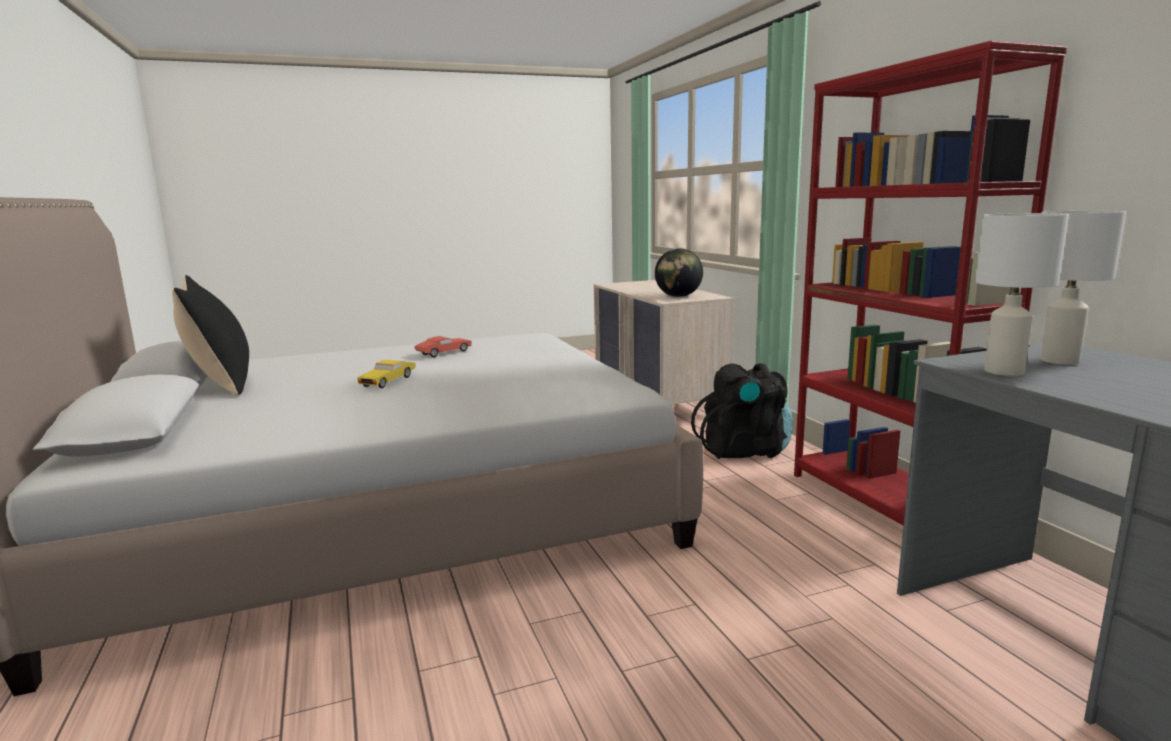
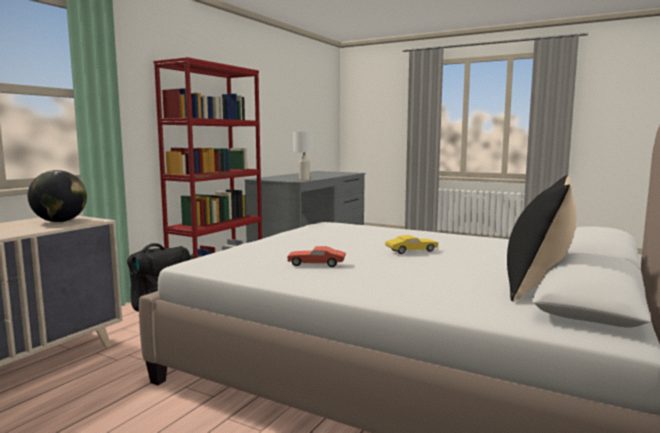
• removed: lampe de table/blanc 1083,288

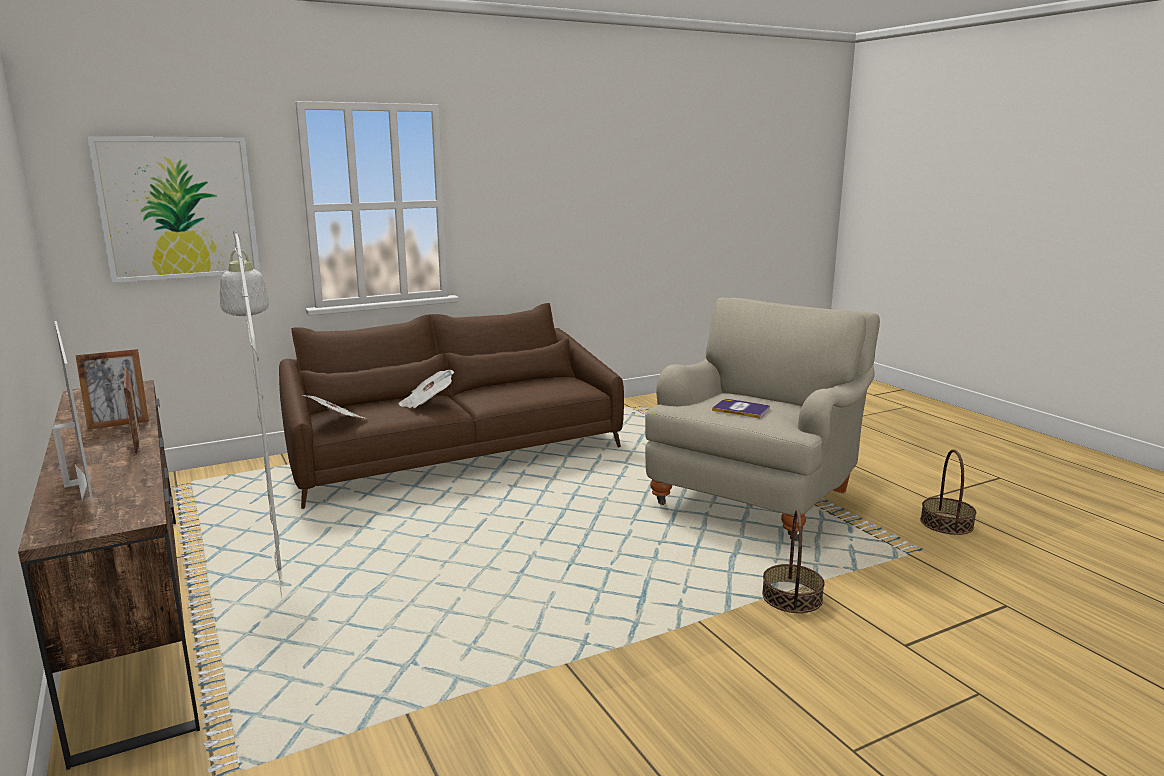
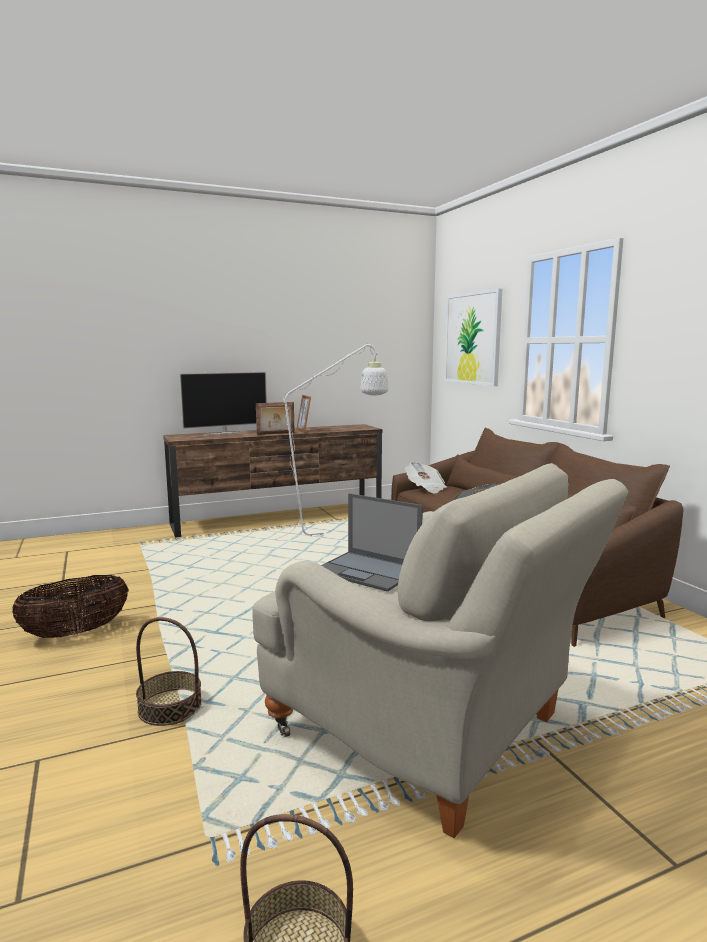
• added: panier 70,606
• replaced: livre 741,408 to ordinateur portable 372,542

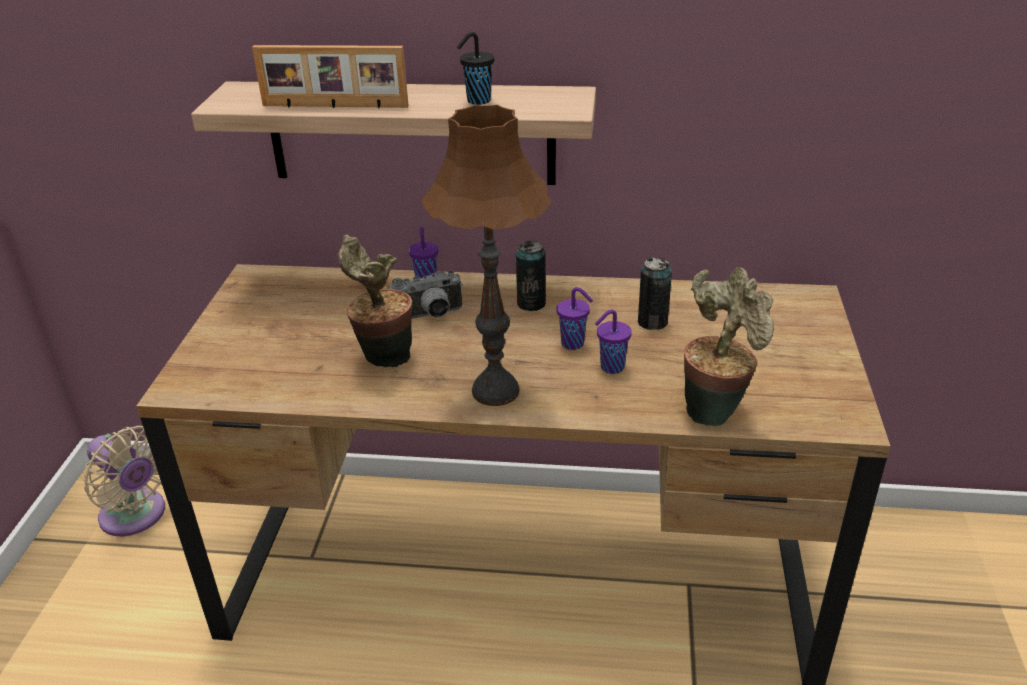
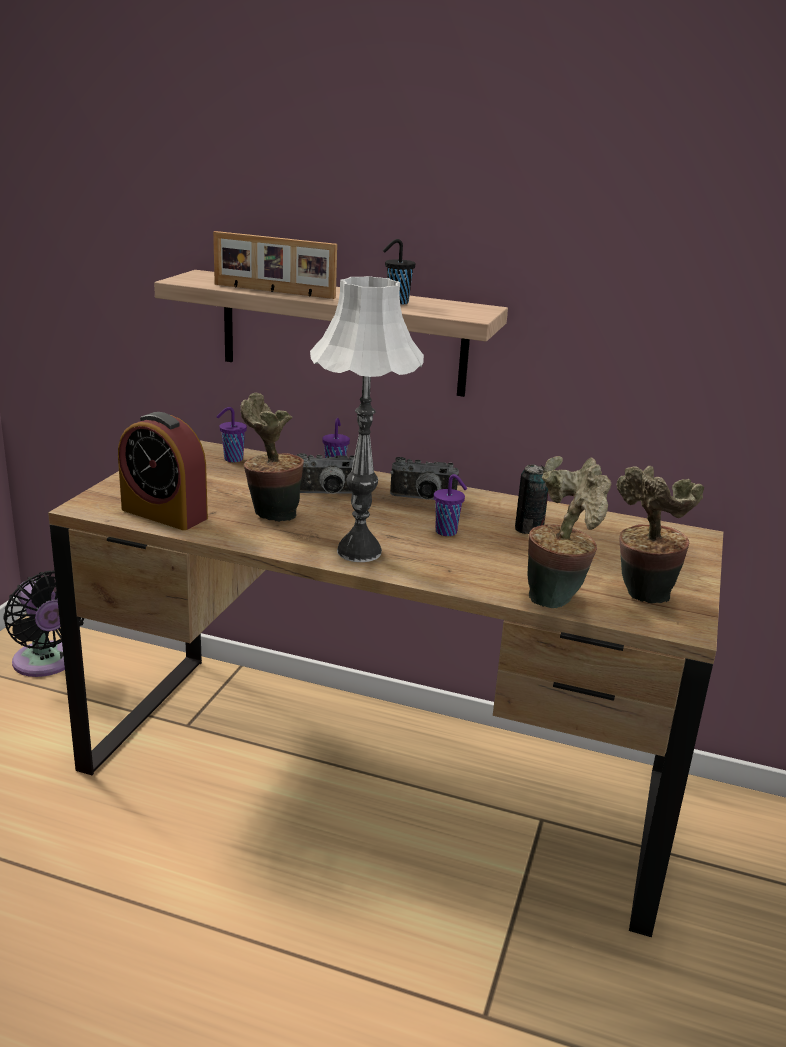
• recoloured: ventilateur/beige 124,480 to ventilateur/noir 44,624
• added: réveil 163,471
• moved: tasse/violet 613,341 to 231,434
• recoloured: lampe de table/marron 486,255 to lampe de table/blanc 367,419
• replaced: boîte métallique 531,276 to appareil photo 424,478
• added: plante en pot 660,535

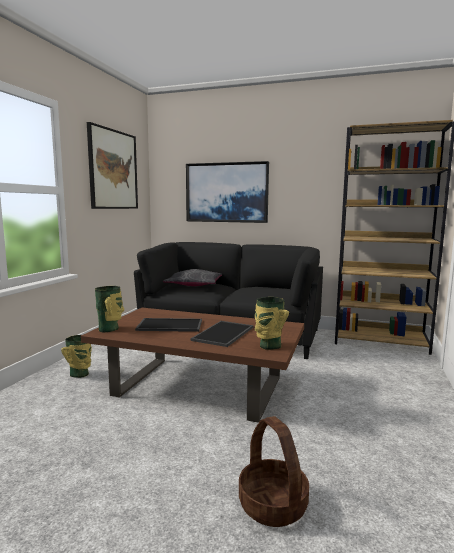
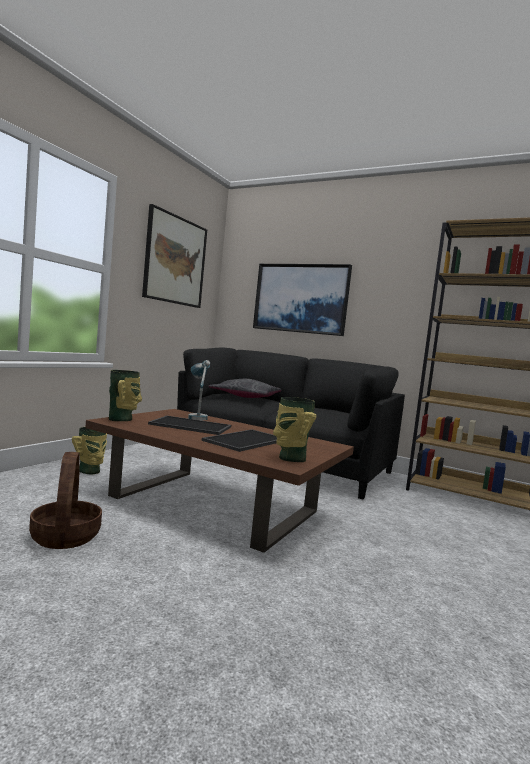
• moved: panier 274,471 to 65,500
• added: lampe de table 199,390

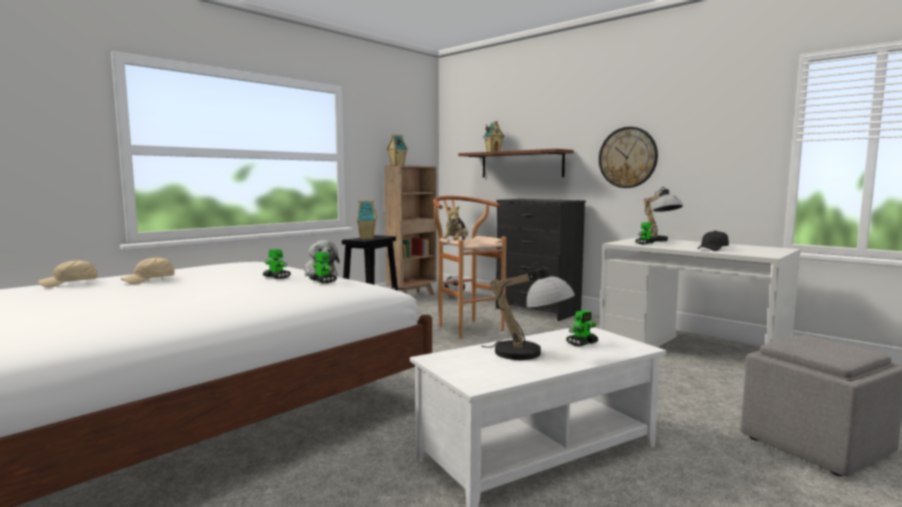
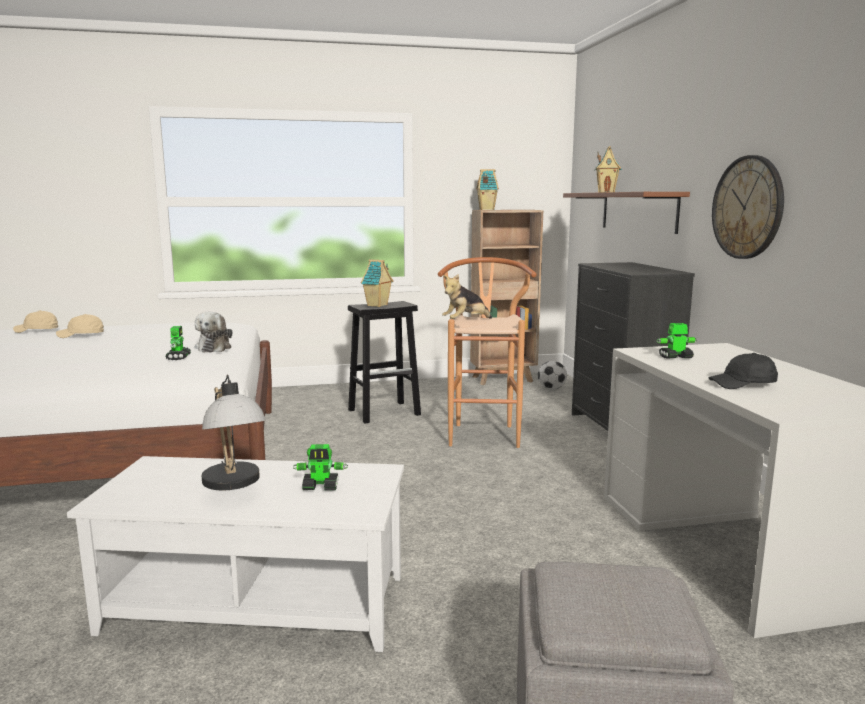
• removed: robot jouet 277,264
• removed: lampe de table 661,214

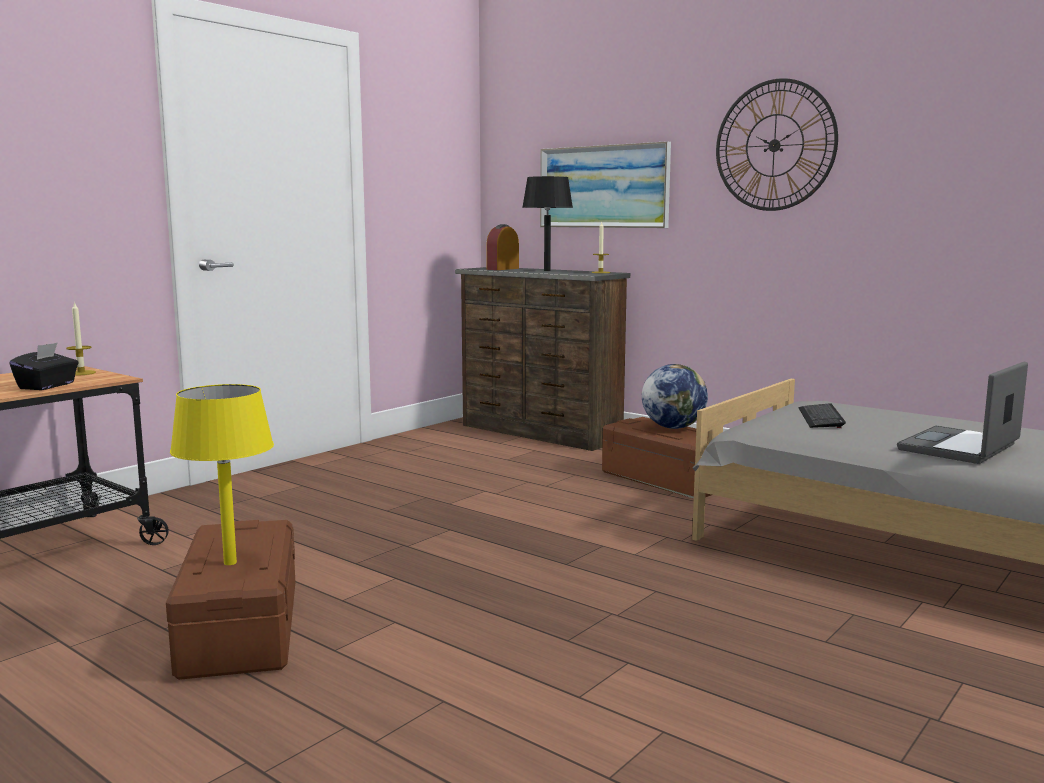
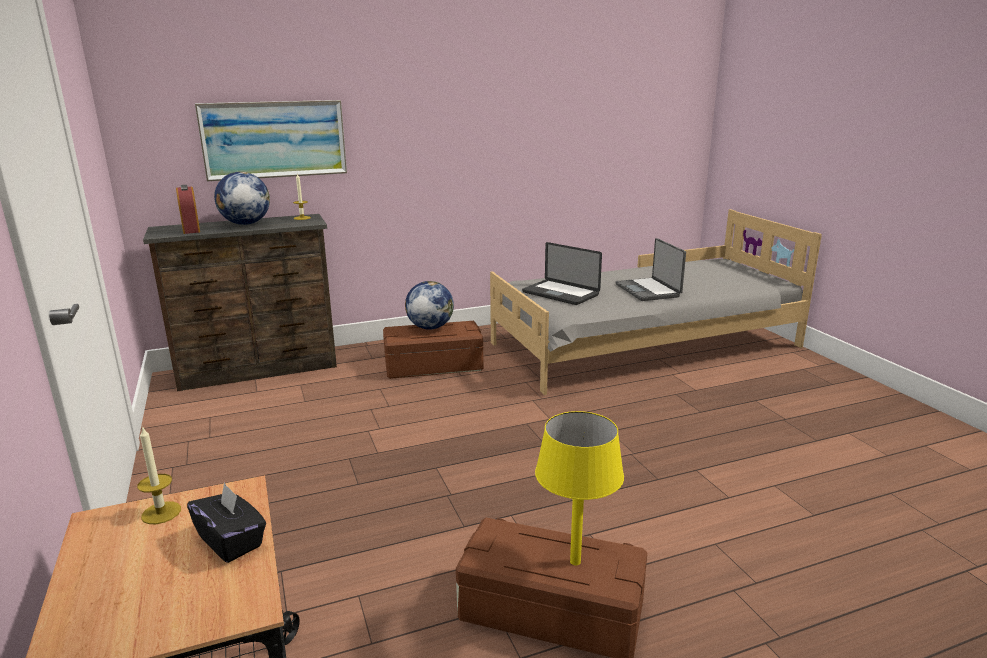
• replaced: lampe de table/noir 547,223 to globe 242,198
• replaced: clavier 822,415 to ordinateur portable 562,273
• removed: horloge murale 777,144

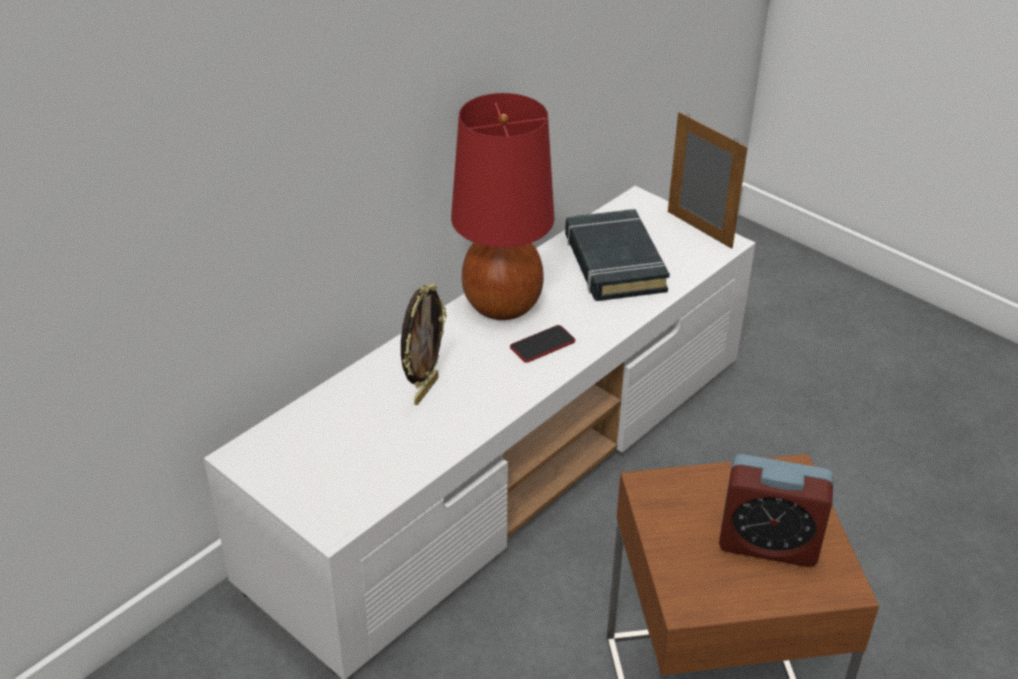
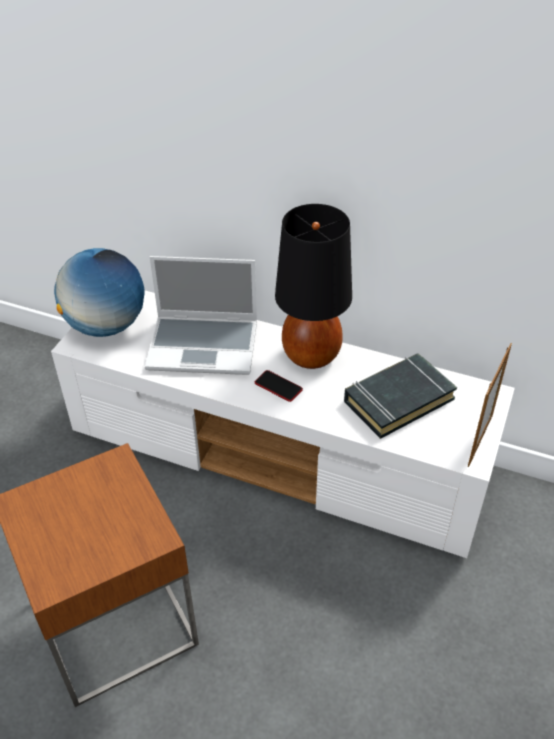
• added: globe 99,292
• replaced: cadre photo 424,344 to ordinateur portable 201,315
• recoloured: lampe de table/rouge 502,206 to lampe de table/noir 313,286
• removed: réveil 776,510

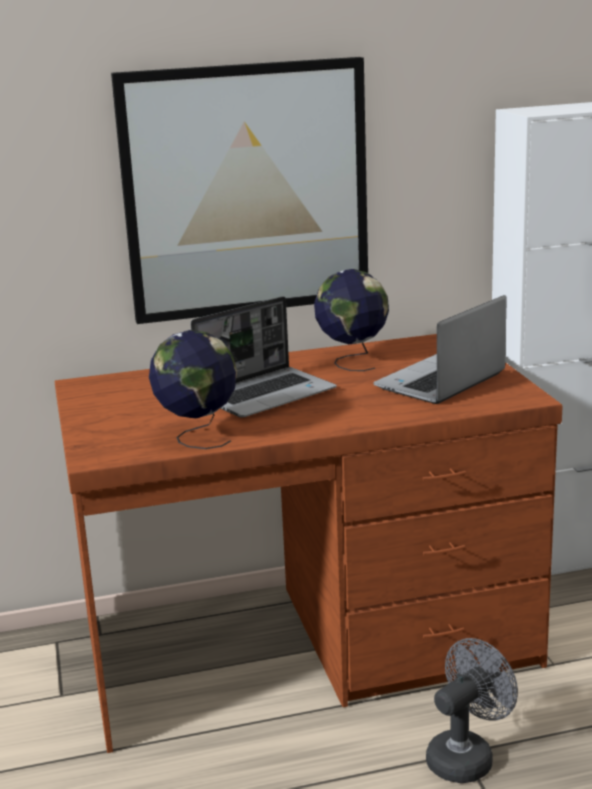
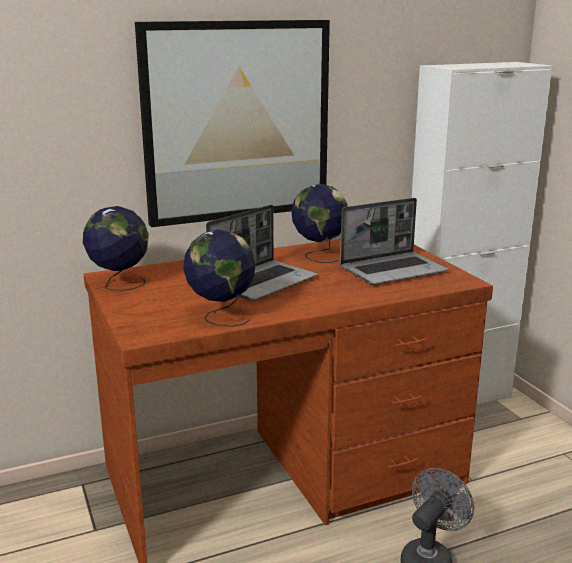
• added: globe 116,248
• turned: ordinateur portable 440,349 = 394,241 150 degrees counterclockwise

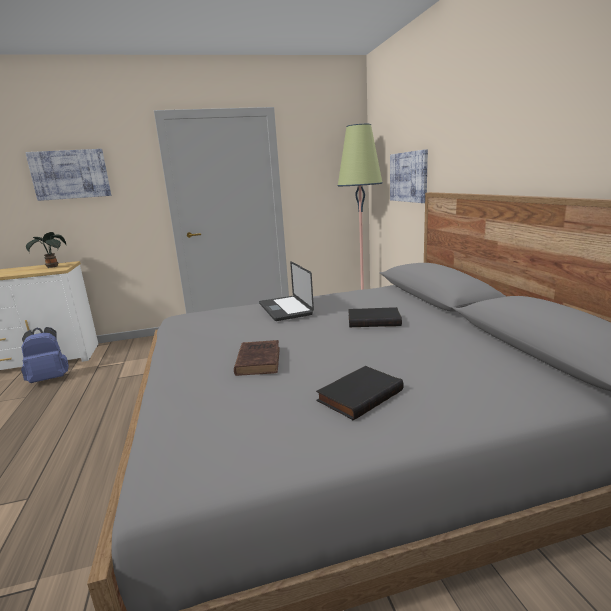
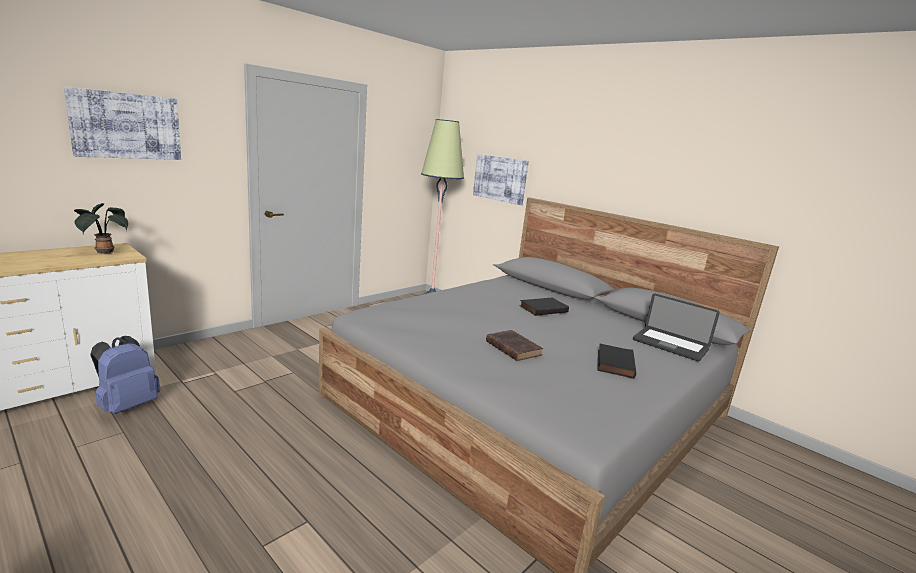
• moved: ordinateur portable 286,291 to 676,327

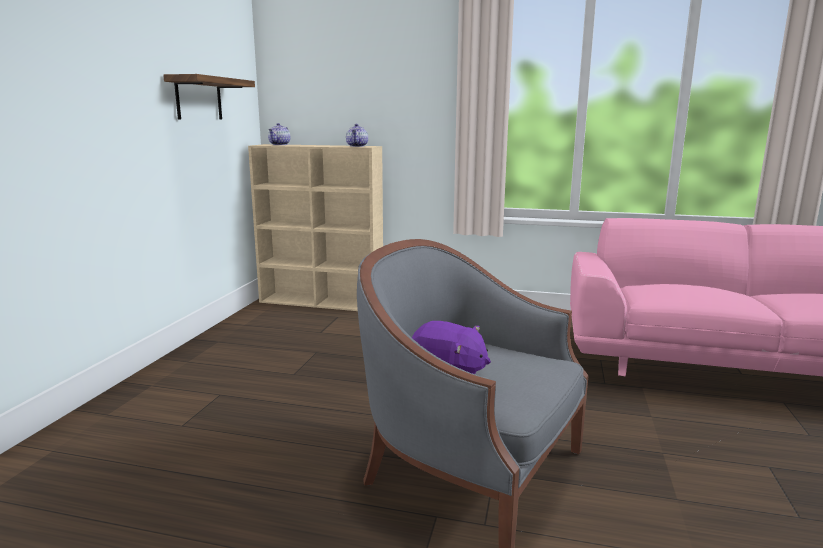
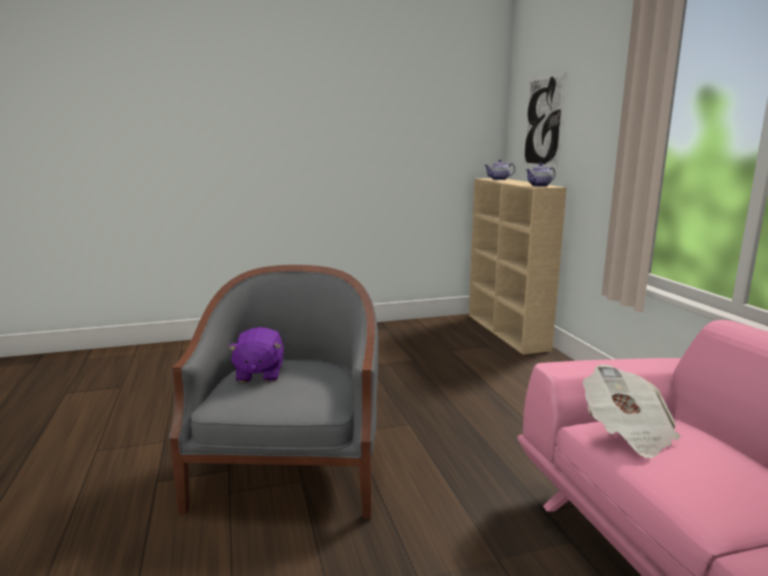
• added: tableau 544,119
• added: journal 631,411
• removed: étagère 209,97

